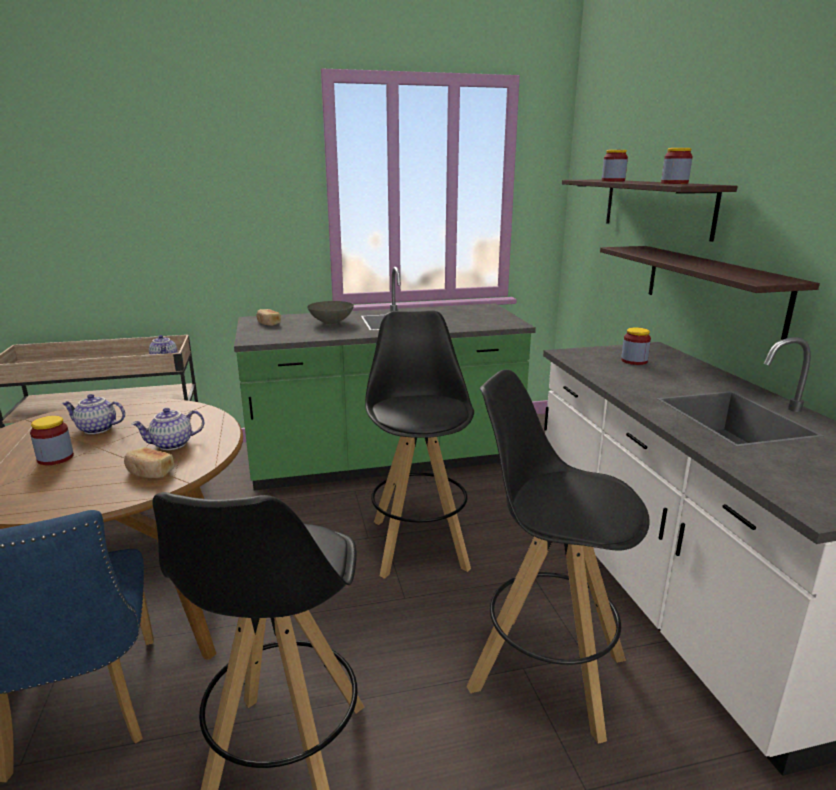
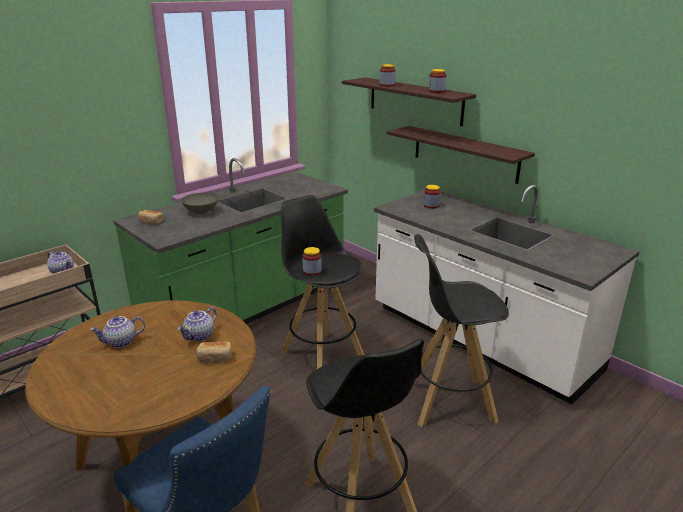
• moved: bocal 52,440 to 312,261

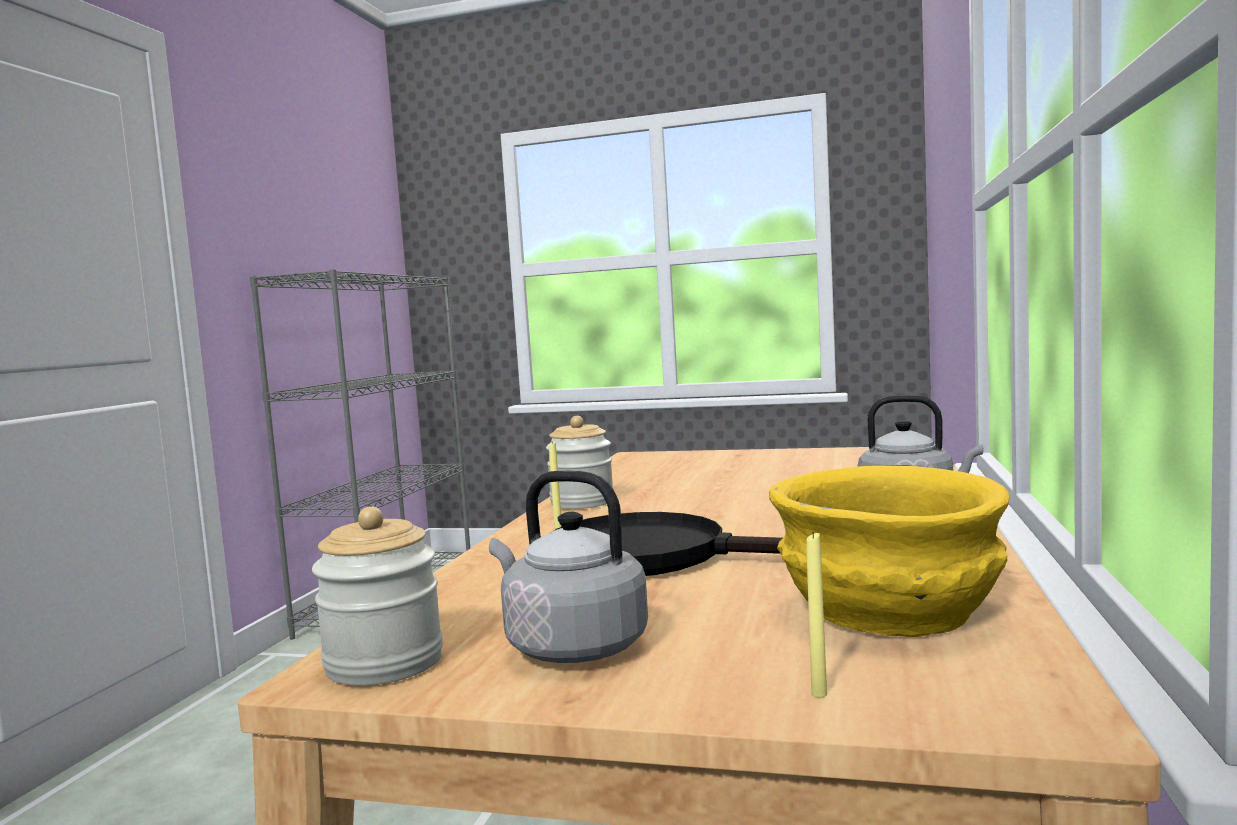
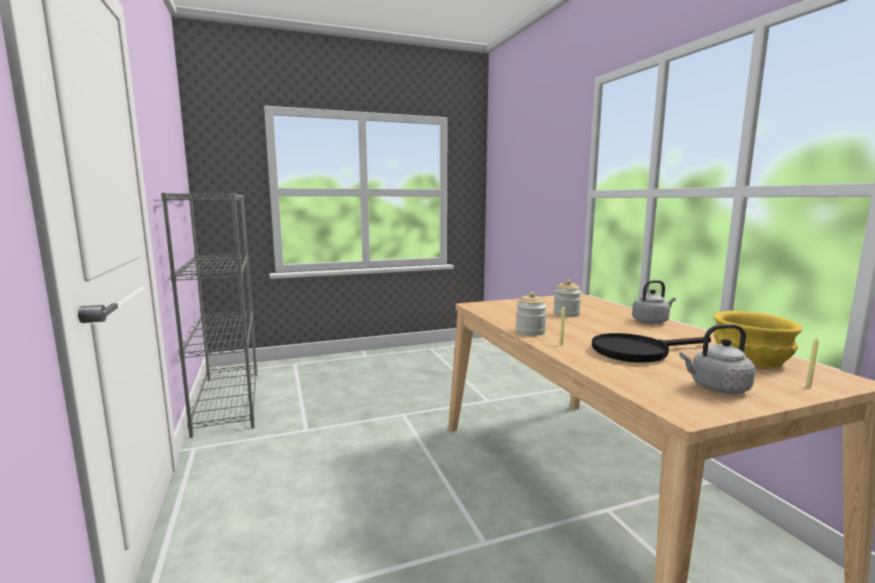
• moved: bocal 377,596 to 567,298

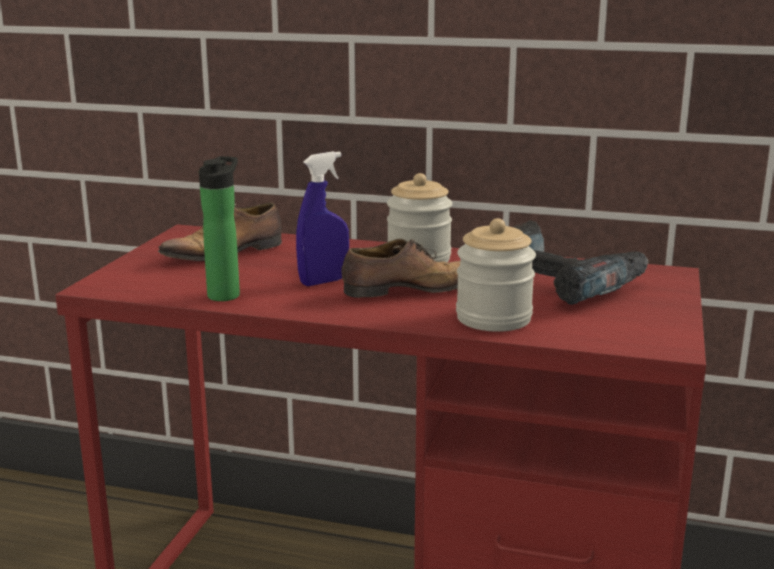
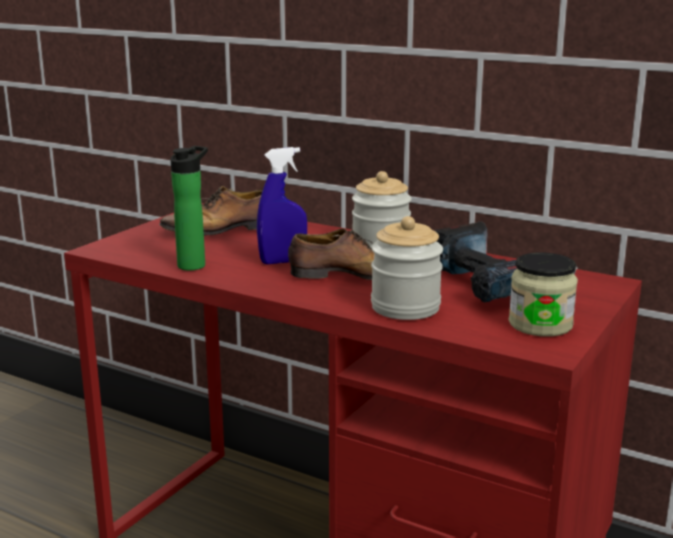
• added: bocal 543,295

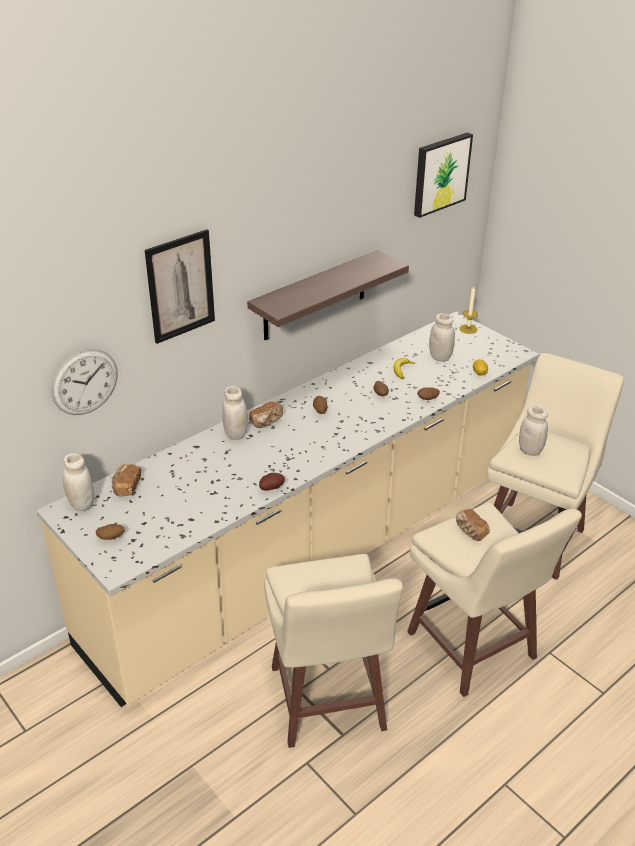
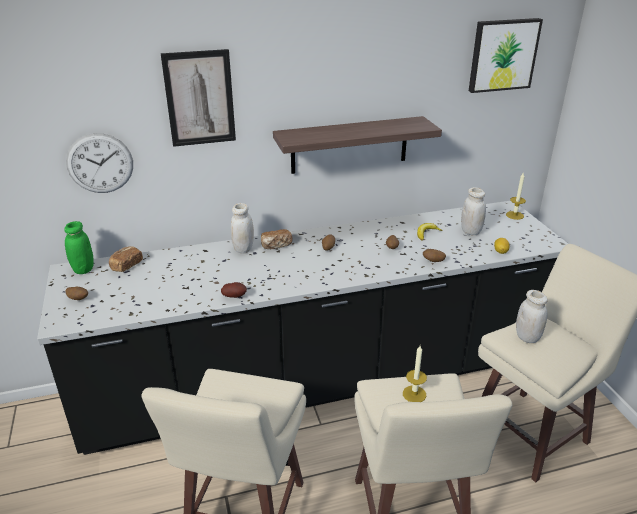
• recoloured: comptoir de cuisine/beige 287,509 to comptoir de cuisine/noir 302,328
• recoloured: bocal/blanc 78,482 to bocal/vert 79,247
• replaced: pain 473,525 to bougie 415,374

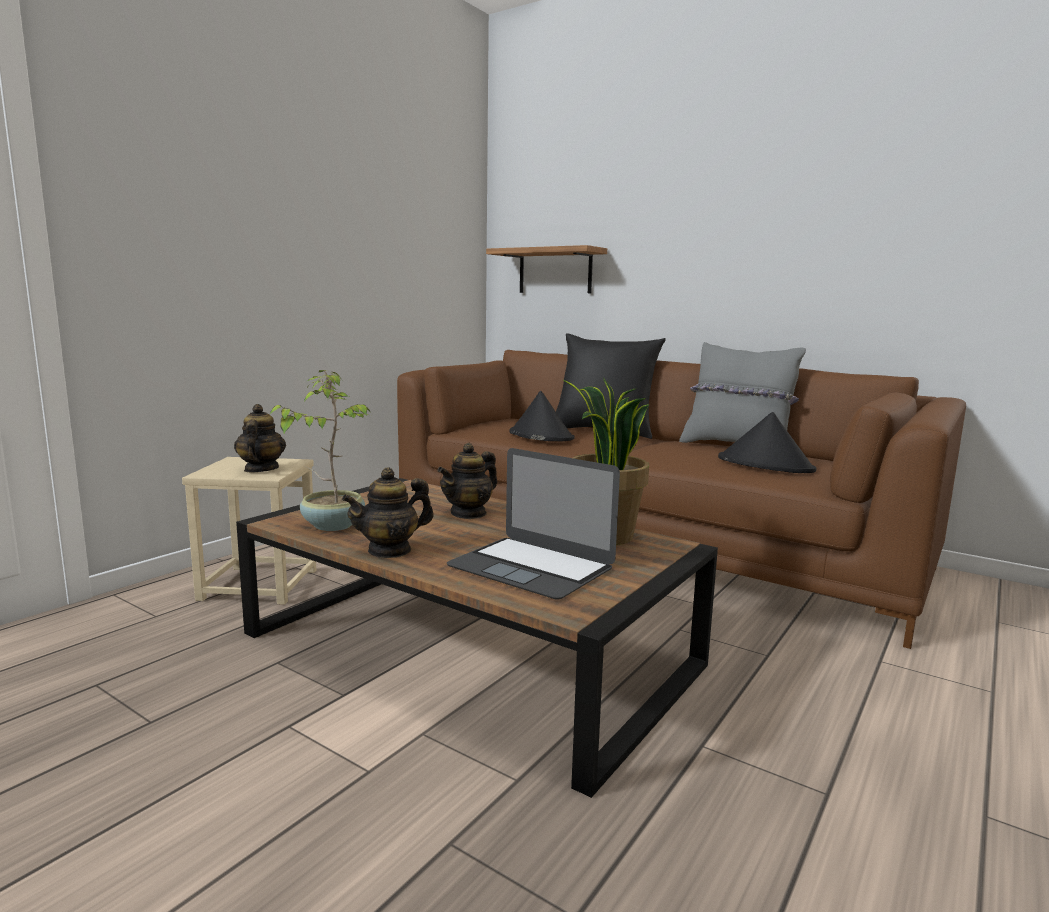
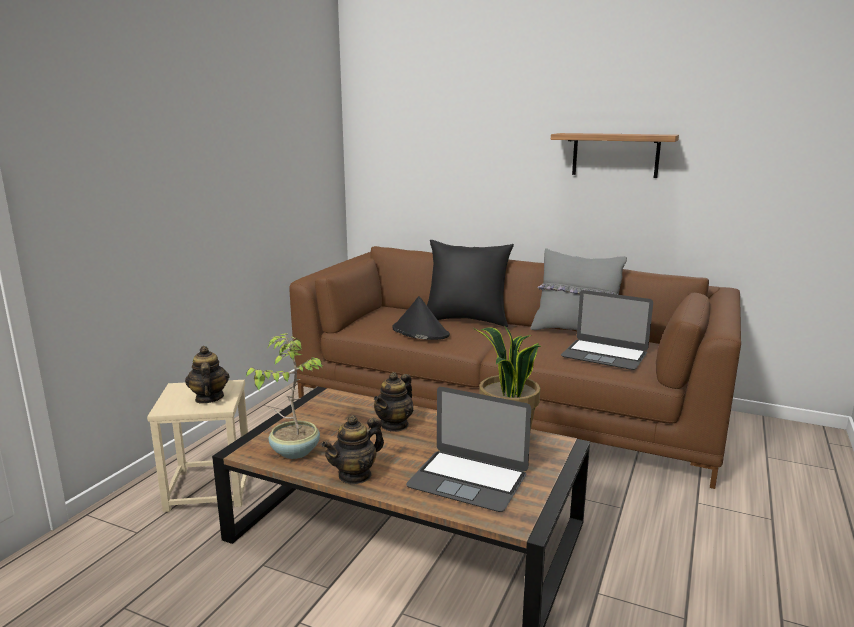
• moved: étagère 546,269 to 615,155
• replaced: chapeau/noir 767,442 to ordinateur portable 607,330

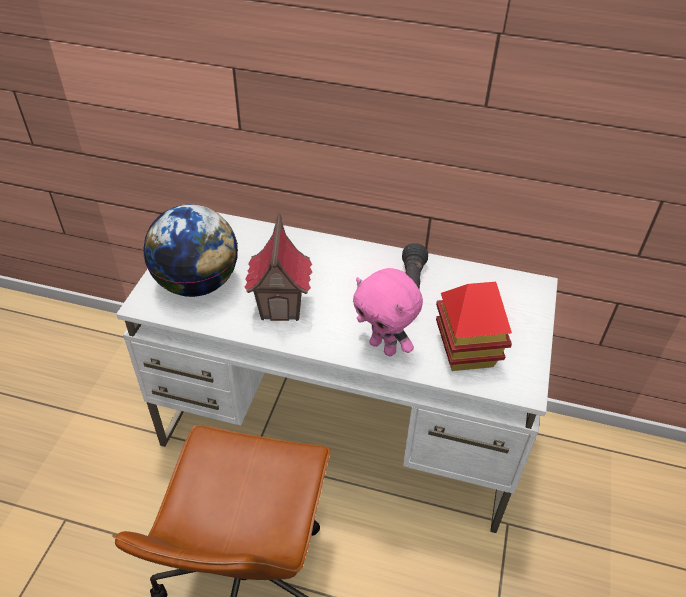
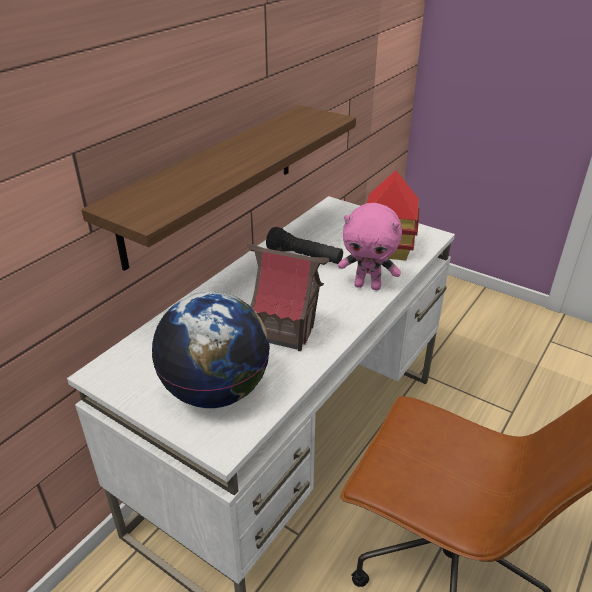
• added: étagère 218,188
• turned: peluche/rose 388,312 = 370,246 45 degrees clockwise

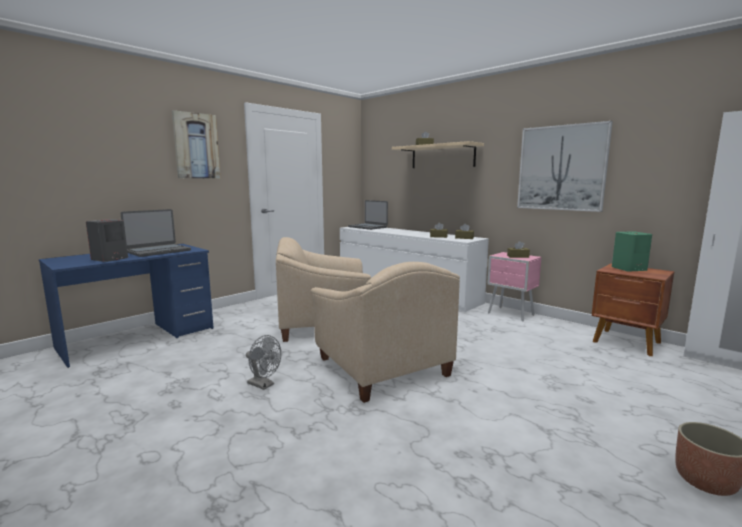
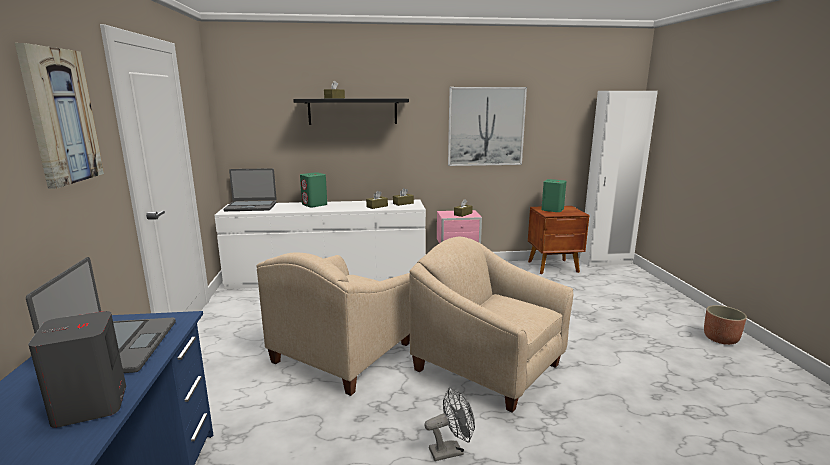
• recoloured: étagère/beige 438,154 to étagère/noir 351,112
• added: enceinte/vert 313,189
• turned: fauteuil/beige 385,332 = 491,325 150 degrees counterclockwise

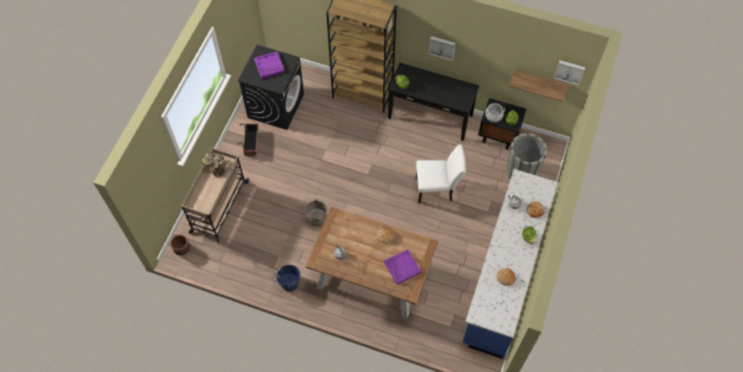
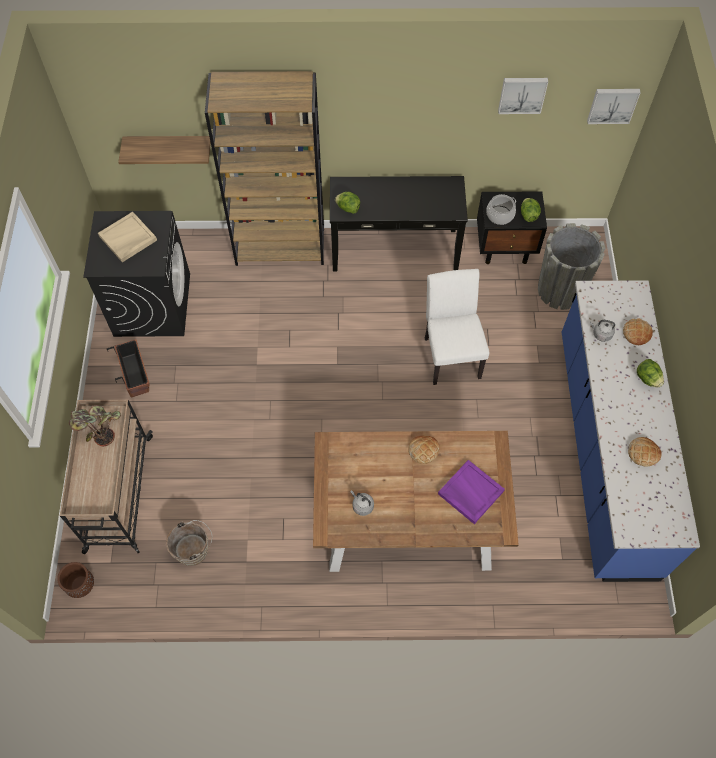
• recoloured: plateau/violet 269,65 to plateau/beige 127,237
• moved: étagère 539,85 to 164,150
• moved: seau/marron 317,212 to 189,543
• turned: chaise/blanc 441,174 = 457,327 75 degrees counterclockwise
• moved: tableau 442,48 to 523,96
• removed: seau/bleu 287,278

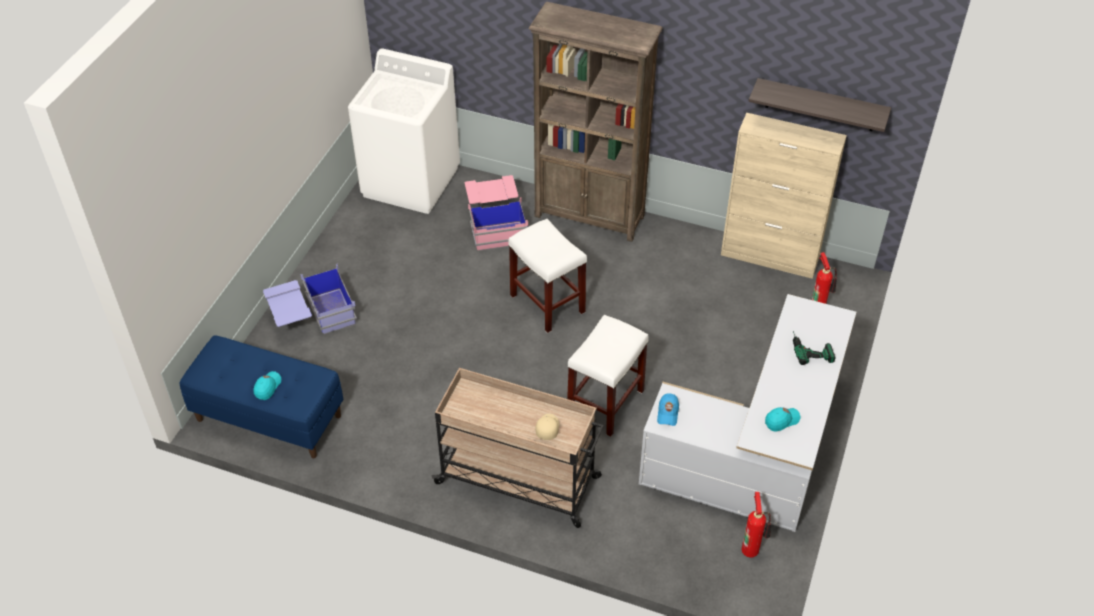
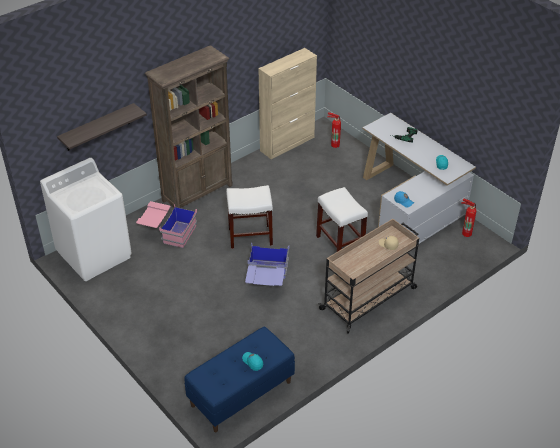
• moved: étagère 820,105 to 102,127
• moved: boîte de rangement/bleu 310,298 to 267,264

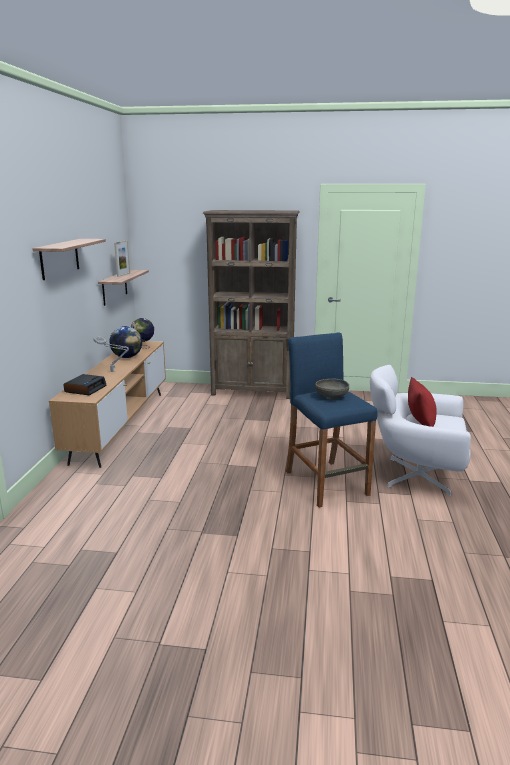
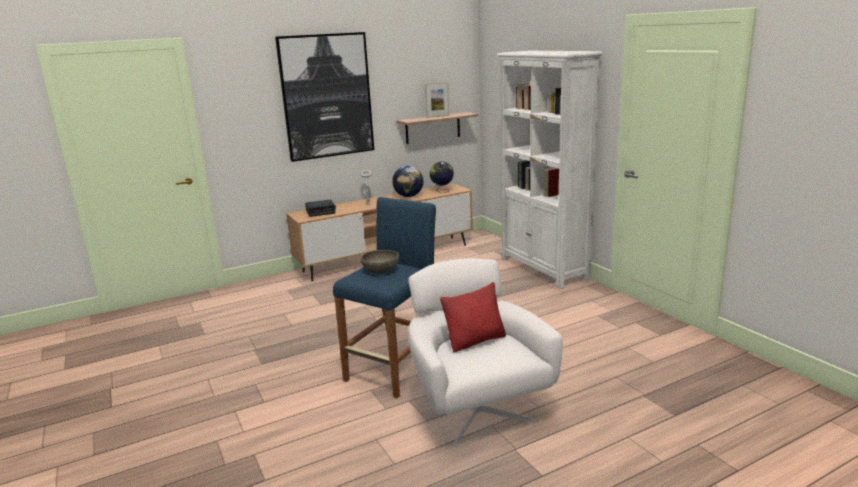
• replaced: étagère 69,259 to tableau 324,97
• recoloured: bibliothèque/marron 251,304 to bibliothèque/blanc 550,170

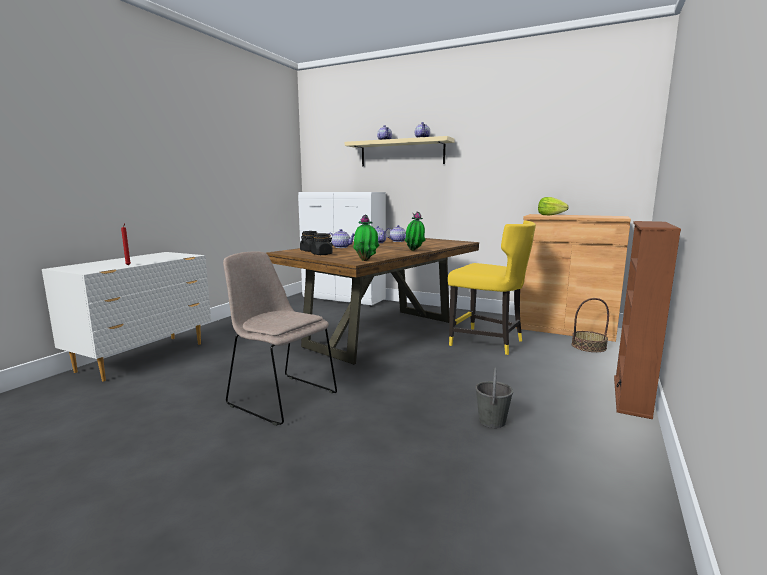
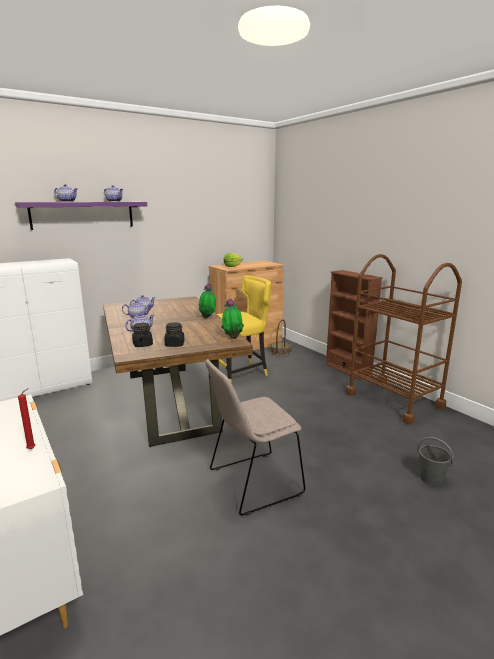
• recoloured: étagère/beige 400,151 to étagère/violet 81,216
• added: chariot/marron 404,339
• moved: seau/gris 494,397 to 435,461

